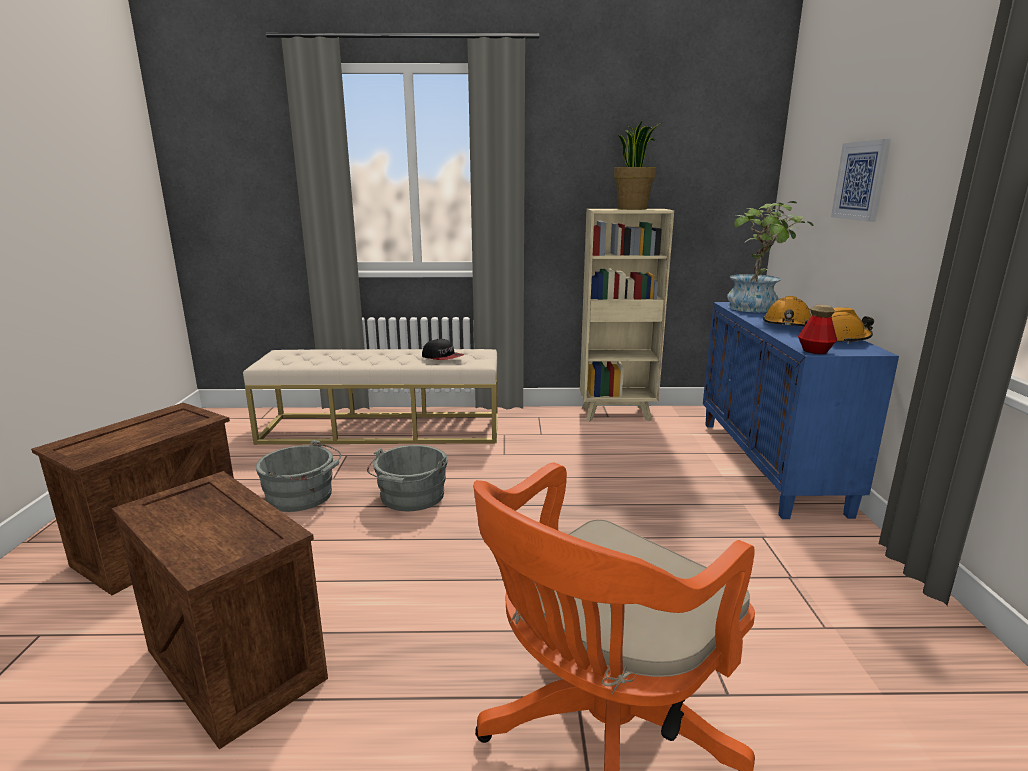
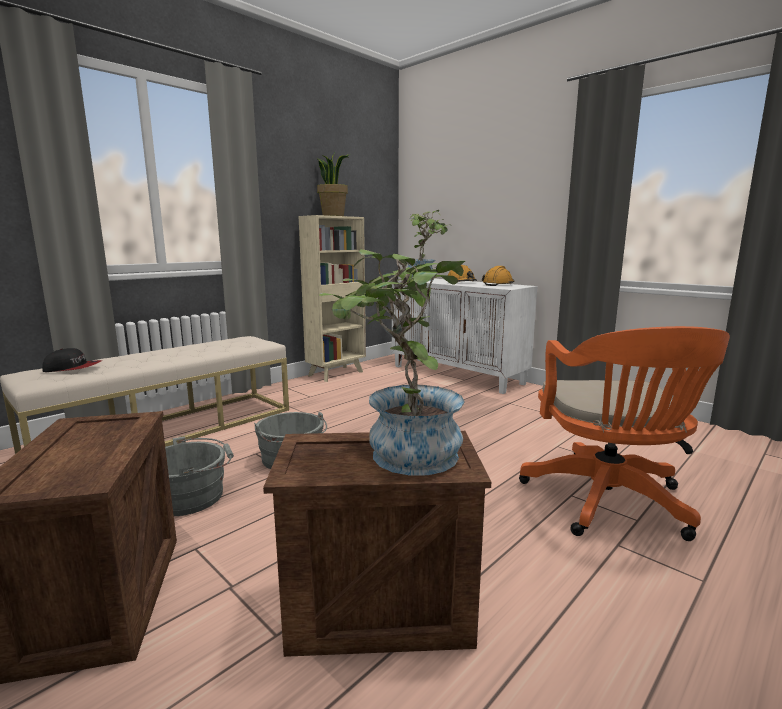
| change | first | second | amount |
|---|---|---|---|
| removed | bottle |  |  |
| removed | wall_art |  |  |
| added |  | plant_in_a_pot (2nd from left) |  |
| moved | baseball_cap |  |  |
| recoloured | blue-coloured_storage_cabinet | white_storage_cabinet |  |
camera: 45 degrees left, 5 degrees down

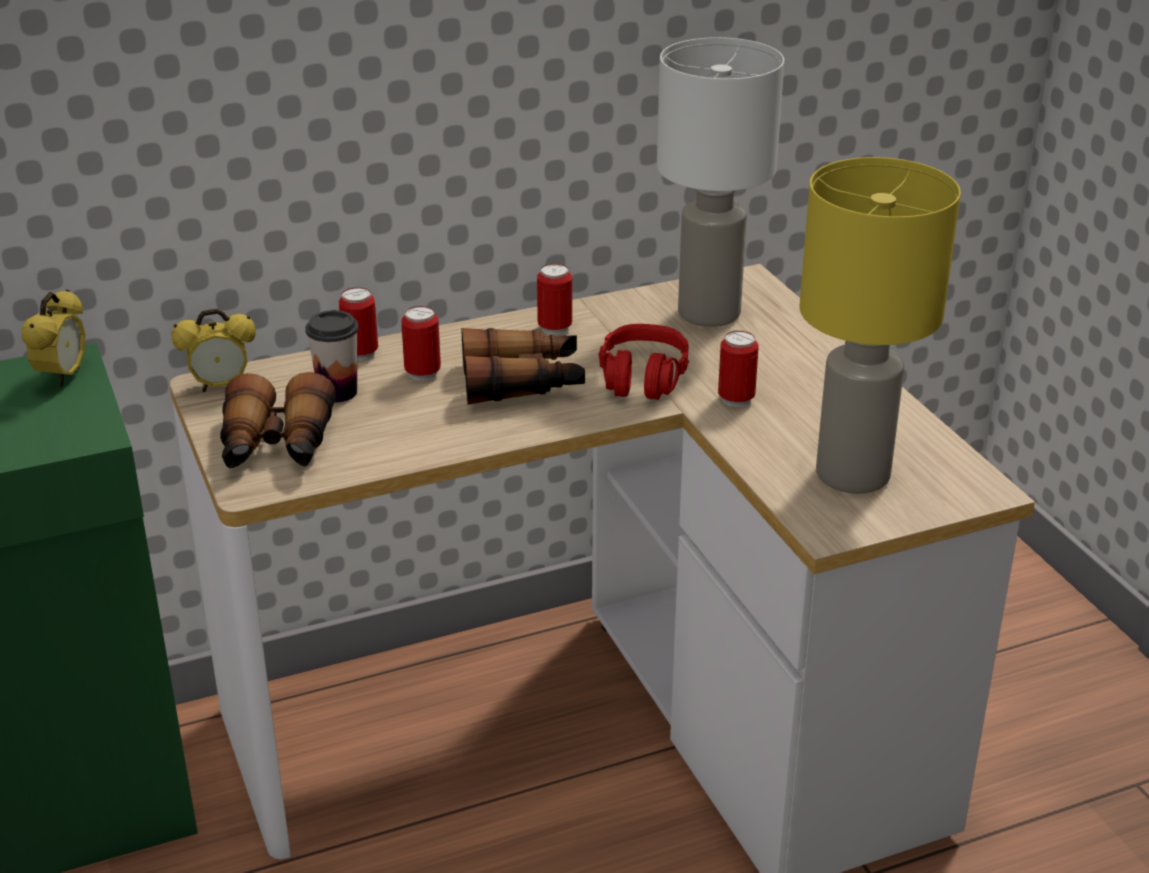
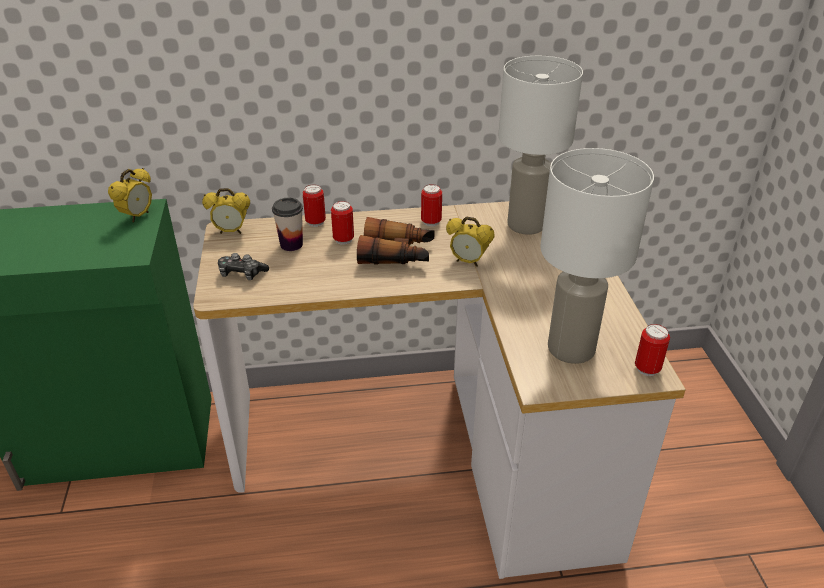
| change | first | second | amount |
|---|---|---|---|
| moved | metal_can (4th from left) |  |  |
| replaced | binoculars (1st from left) | game_controller |  |
| replaced | red_pair_of_headphones | bedside_clock (3rd from left) |  |
| recoloured | yellow-coloured_table_lamp | white_table_lamp (2nd from left) |  |
camera: 15 degrees right, 5 degrees up

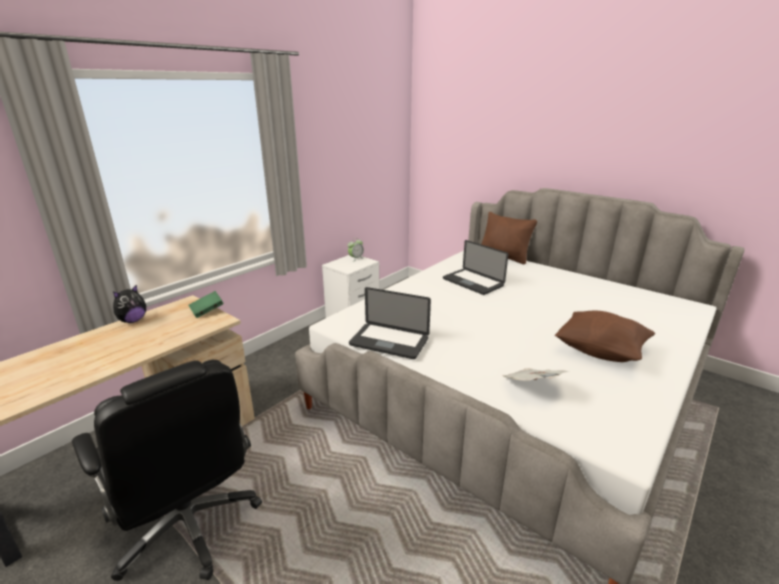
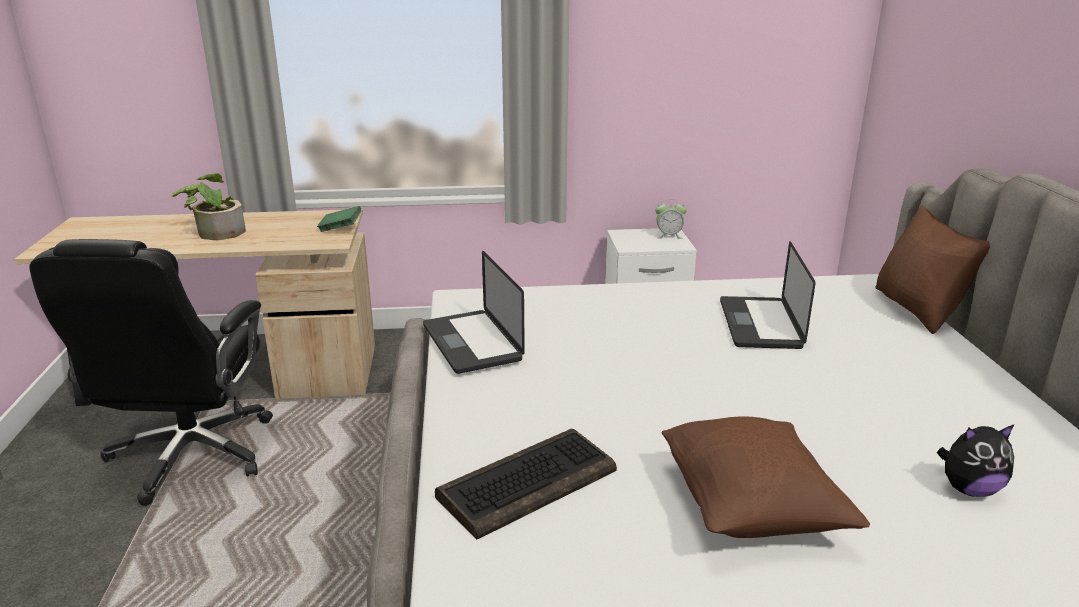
| change | first | second | amount |
|---|---|---|---|
| added |  | plant_in_a_pot |  |
| moved | cuddly_toy |  |  |
| replaced | daily_paper | computer_keyboard |  |
camera: 45 degrees right, 0 degrees up

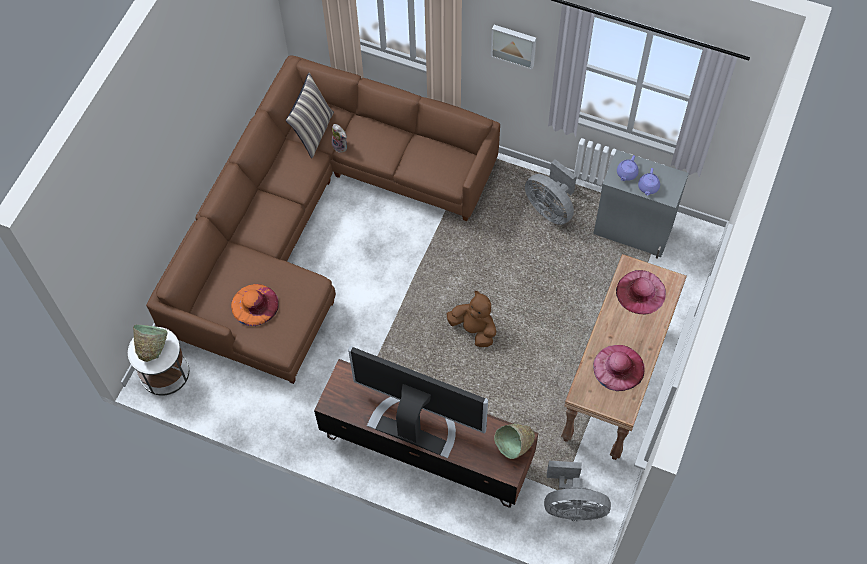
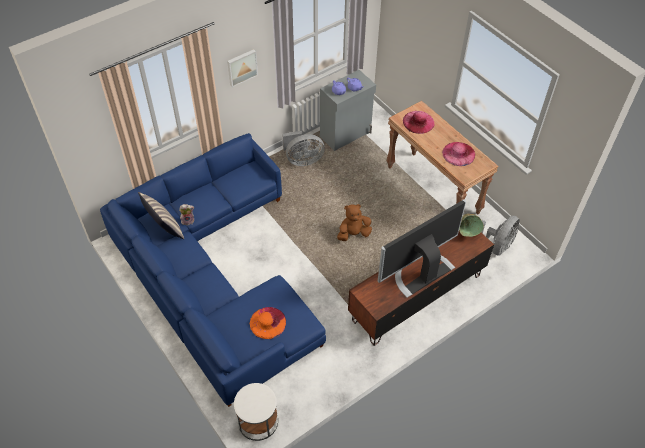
| change | first | second | amount |
|---|---|---|---|
| removed | green_bowl (1st from left) |  |  |
| recoloured | brown-coloured_settee | blue-coloured_settee |  |
camera: 60 degrees left, 10 degrees down

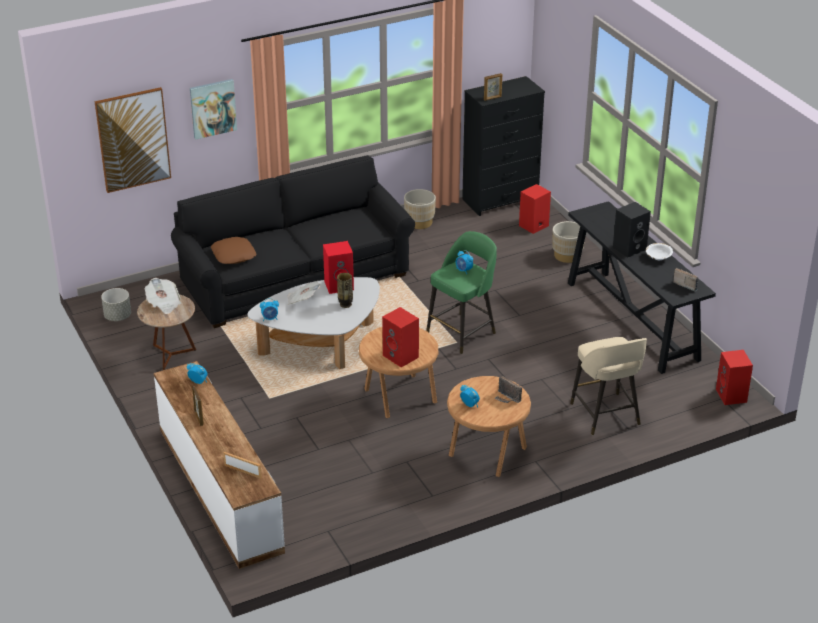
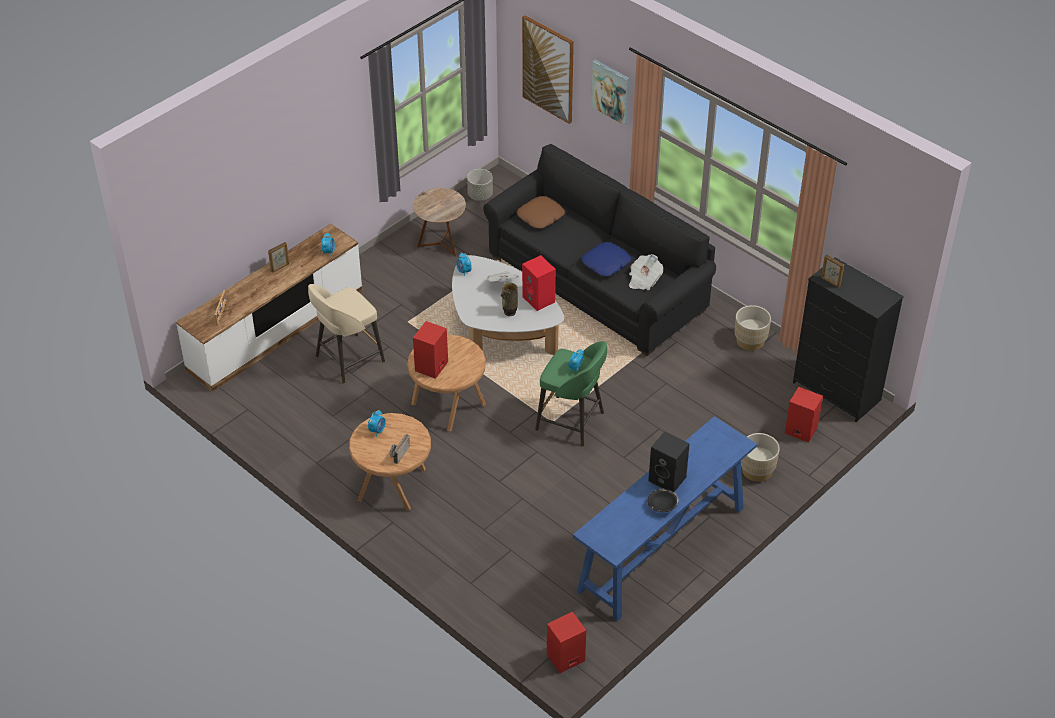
| change | first | second | amount |
|---|---|---|---|
| removed | radio (2nd from left) |  |  |
| added |  | blue-coloured_pillow |  |
| moved | daily_paper (1st from left in the first image) | daily_paper (2nd from left) |  |
| moved | beige-coloured_stool_seat |  |  |
| recoloured | black_hall_table | blue-coloured_hall_table |  |
| recoloured | white_bowl | black_bowl |  |
camera: 70 degrees right, 10 degrees up

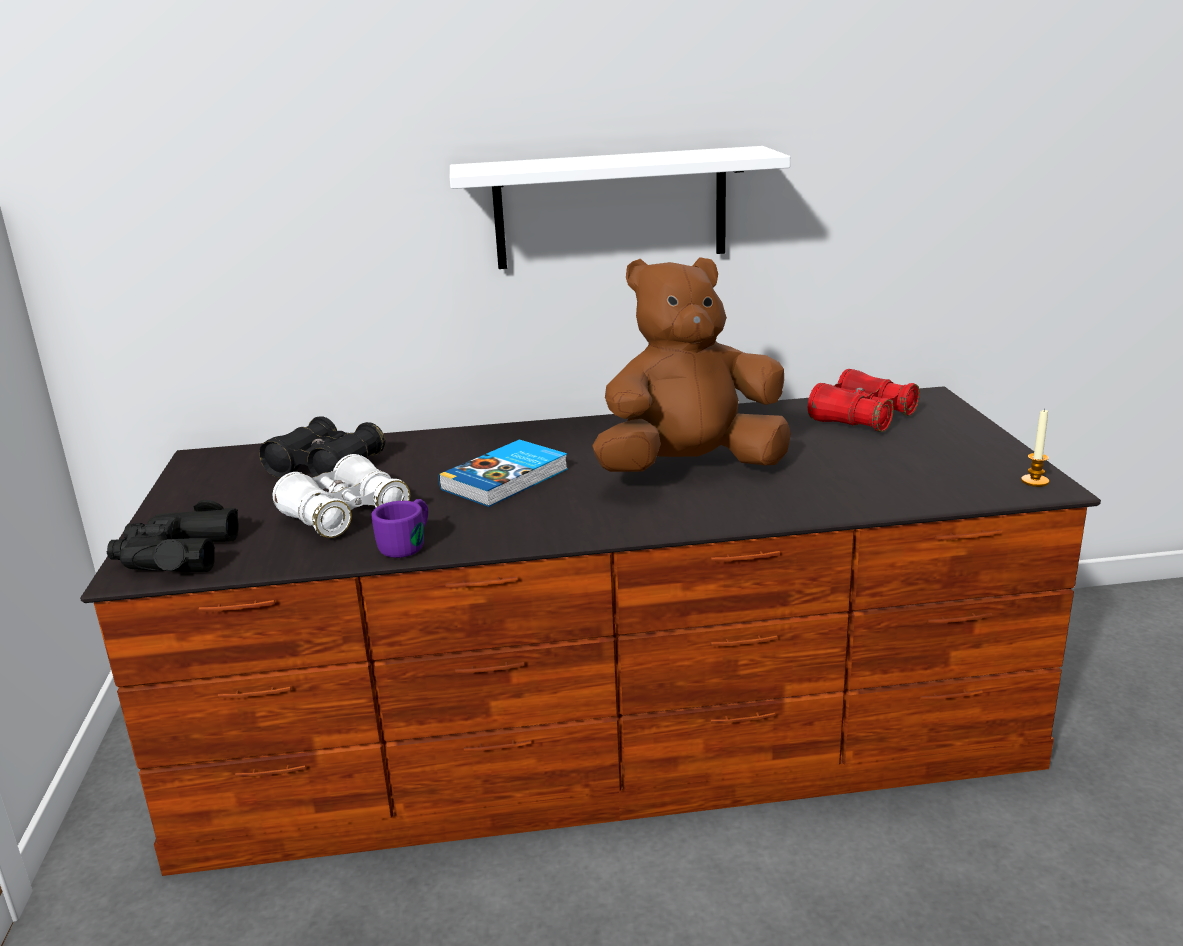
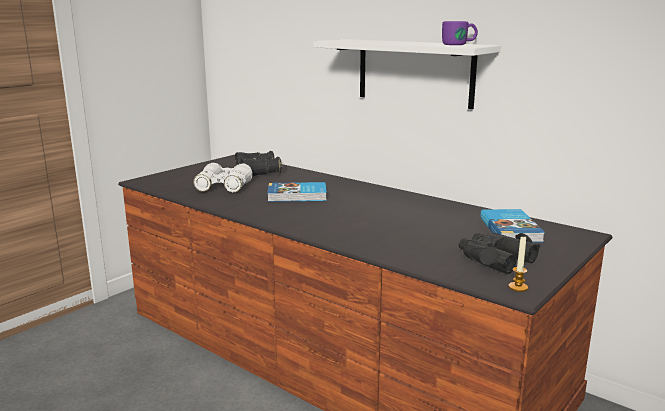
| change | first | second | amount |
|---|---|---|---|
| removed | brown-coloured_cuddly_toy |  |  |
| moved | black_binoculars (1st from left in the first image) | black_binoculars (2nd from left) |  |
| moved | purple_tea_mug |  |  |
| replaced | red_binoculars | volume (2nd from left) |  |
camera: 45 degrees right, 5 degrees down

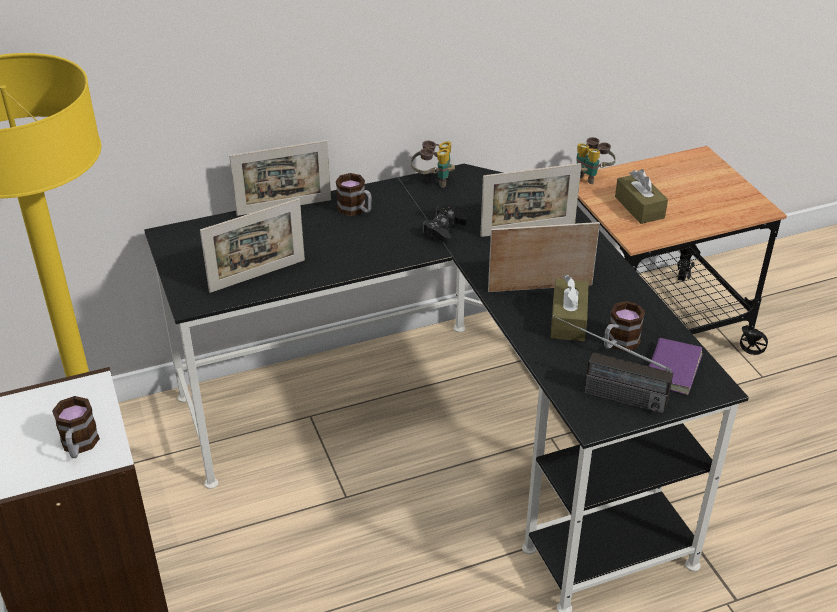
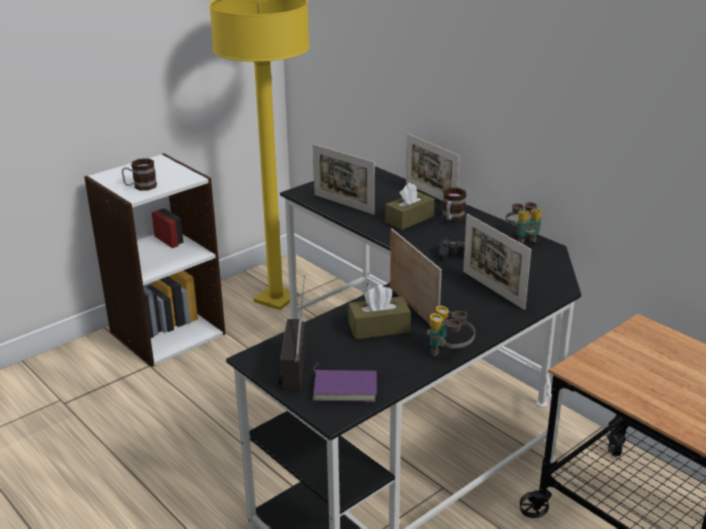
| change | first | second | amount |
|---|---|---|---|
| removed | tea_mug (3rd from left) |  |  |
| moved | binoculars (2nd from left in the first image) | binoculars (1st from left) |  |
| moved | brown-coloured_tissue_box (2nd from left) |  |  |
camera: 70 degrees right, 10 degrees down

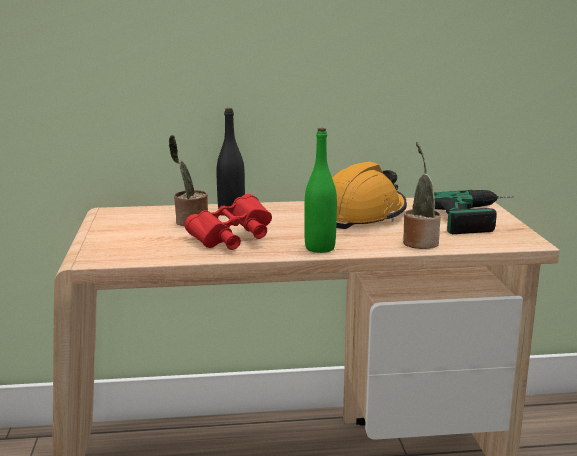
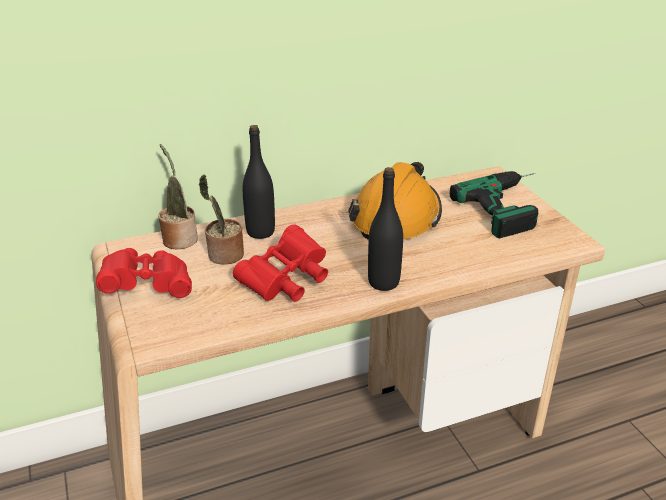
| change | first | second | amount |
|---|---|---|---|
| added |  | red_binoculars (1st from left) |  |
| moved | plant_in_a_pot (2nd from left in the first image) | plant_in_a_pot (1st from left) |  |
| recoloured | green_bottle | black_bottle (2nd from left) |  |
camera: 15 degrees left, 15 degrees up

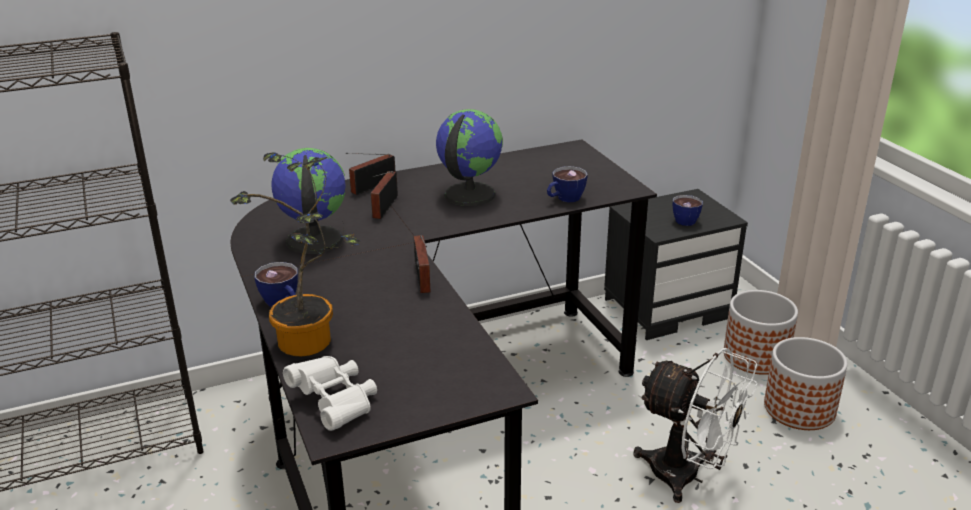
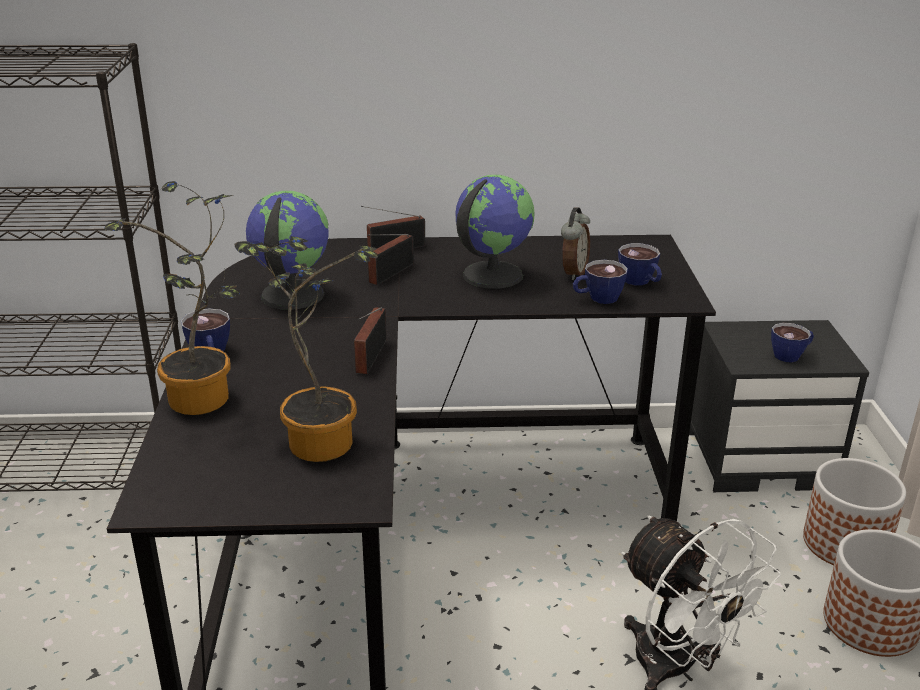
| change | first | second | amount |
|---|---|---|---|
| removed | white_binoculars |  |  |
| added |  | plant_in_a_pot (2nd from left) |  |
| added |  | bedside_clock |  |
| added |  | cup (3rd from left) |  |
camera: 20 degrees right, 0 degrees up

